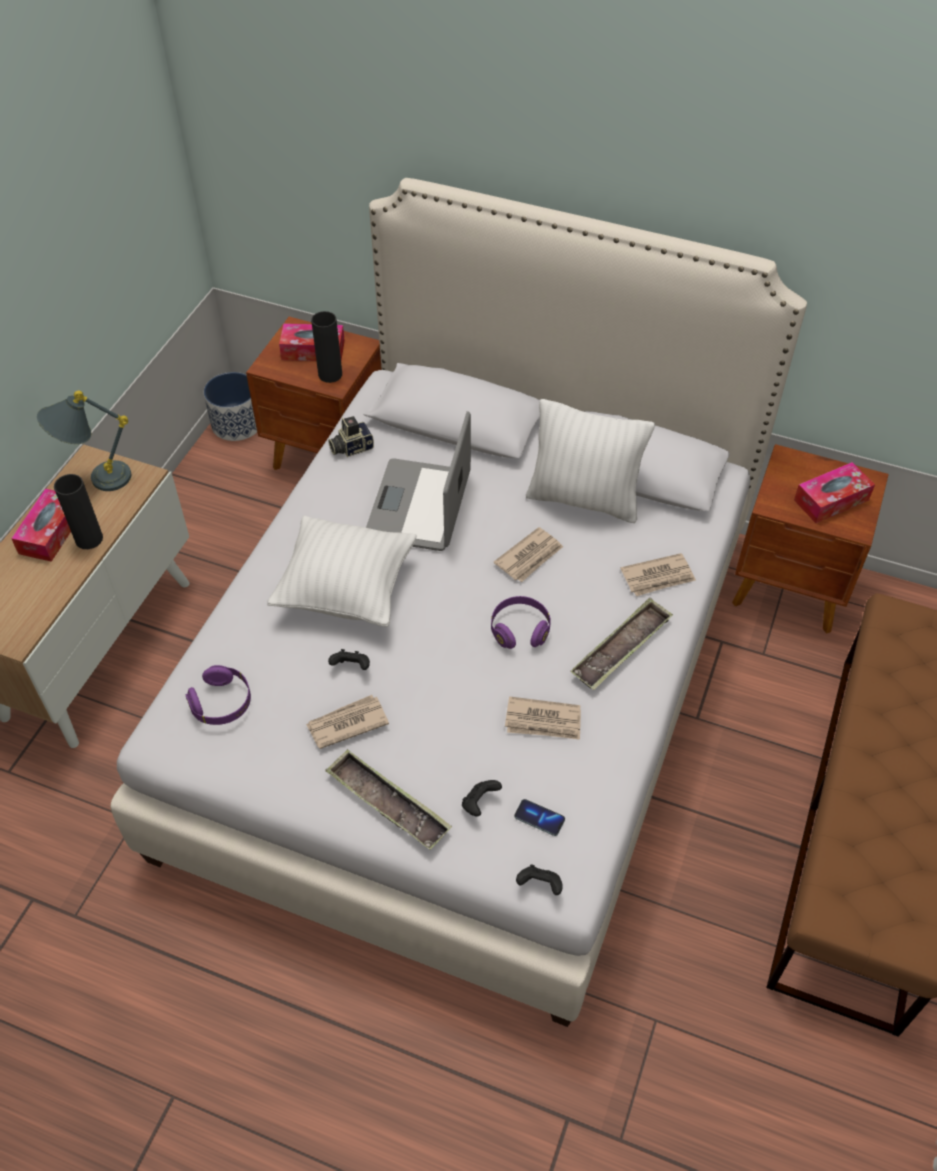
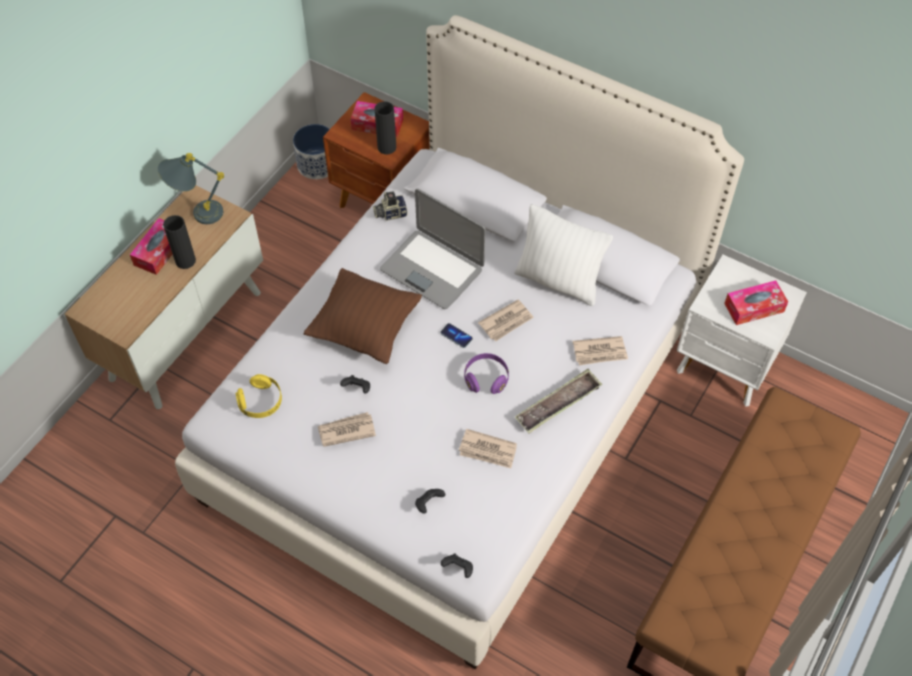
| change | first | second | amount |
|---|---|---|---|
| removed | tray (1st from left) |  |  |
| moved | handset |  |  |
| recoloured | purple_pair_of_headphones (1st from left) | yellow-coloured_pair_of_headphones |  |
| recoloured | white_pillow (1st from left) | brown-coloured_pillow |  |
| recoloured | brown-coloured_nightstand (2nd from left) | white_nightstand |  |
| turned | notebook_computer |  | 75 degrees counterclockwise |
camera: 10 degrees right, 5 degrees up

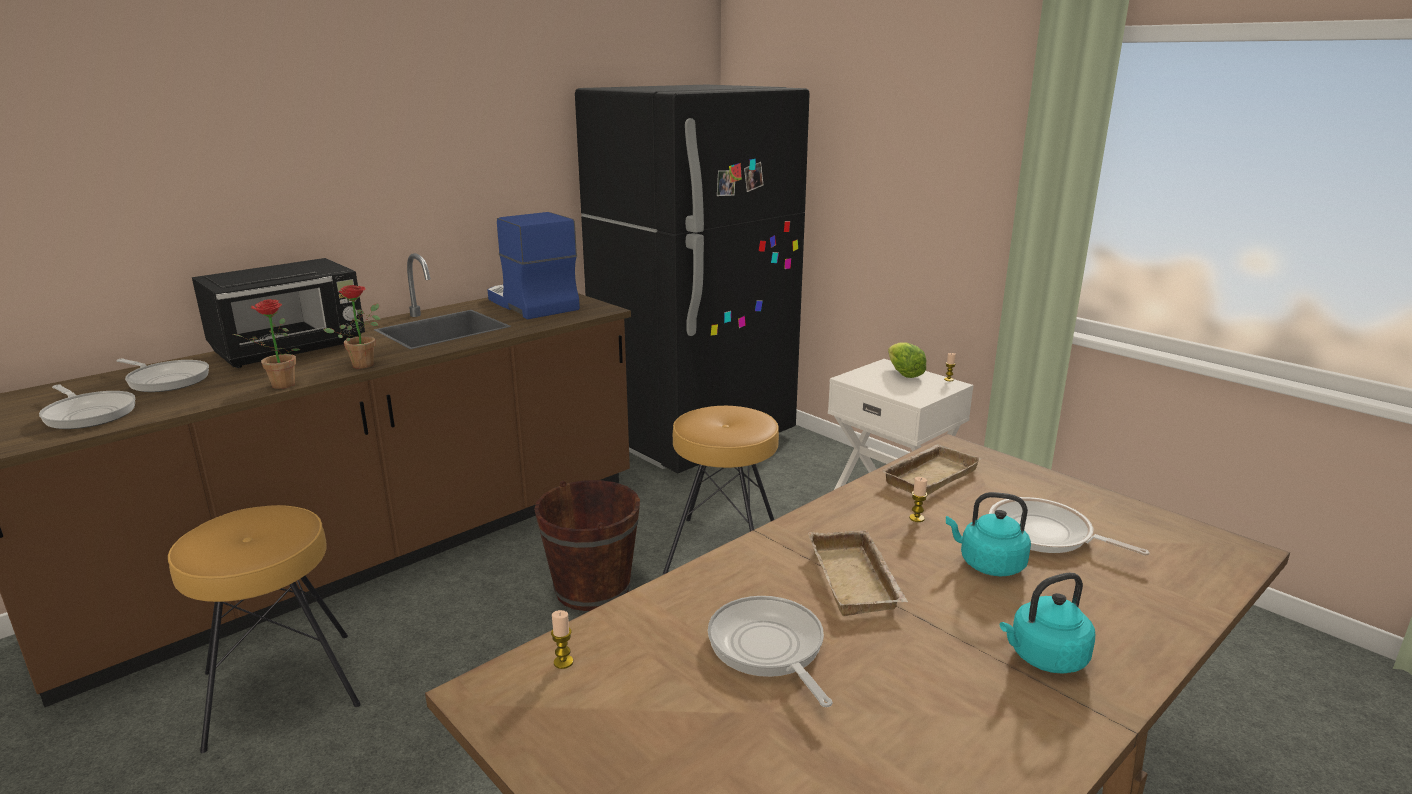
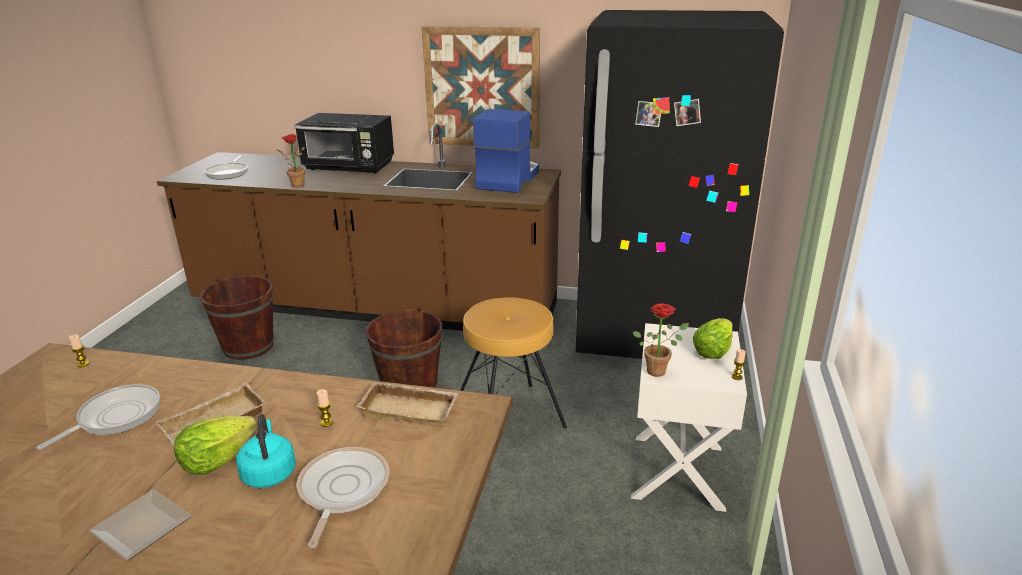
| change | first | second | amount |
|---|---|---|---|
| removed | frying_pan (2nd from left) |  |  |
| added |  | lettuce_head (1st from left) |  |
| added |  | wall_art |  |
| moved | plant_in_a_pot (2nd from left) |  |  |
| replaced | brown-coloured_stool_seat (1st from left) | brown-coloured_pail (1st from left) |  |
| replaced | turquoise_kettle (2nd from left) | flat_dish |  |
camera: 55 degrees right, 5 degrees up

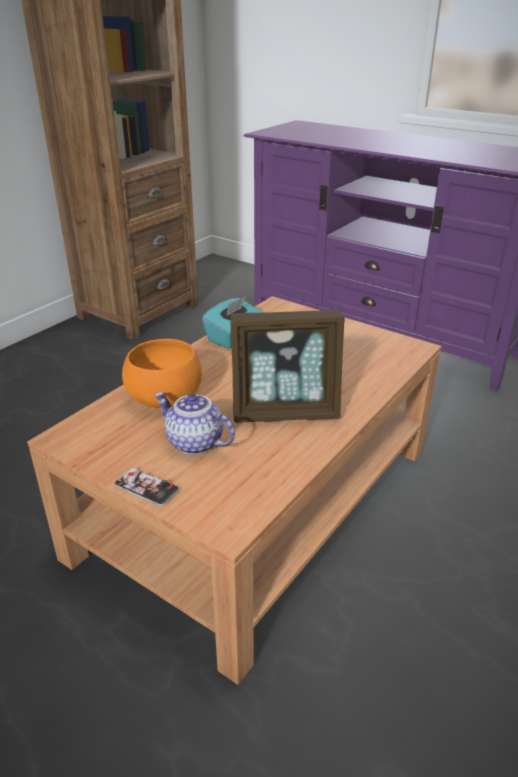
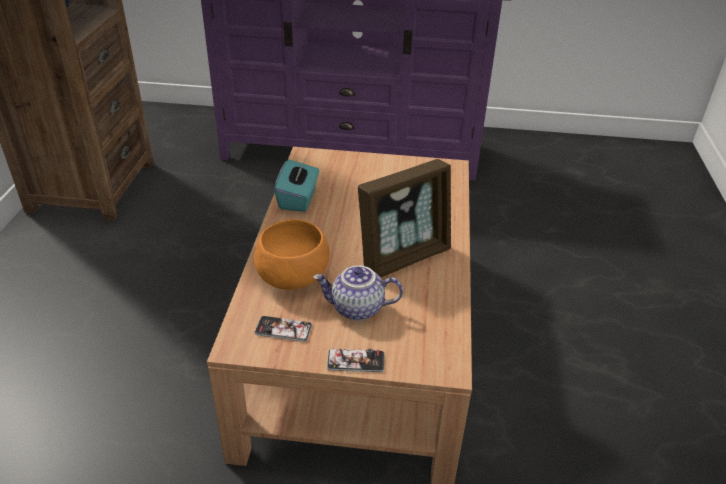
| change | first | second | amount |
|---|---|---|---|
| added |  | handset (1st from left) |  |
camera: 30 degrees left, 5 degrees up

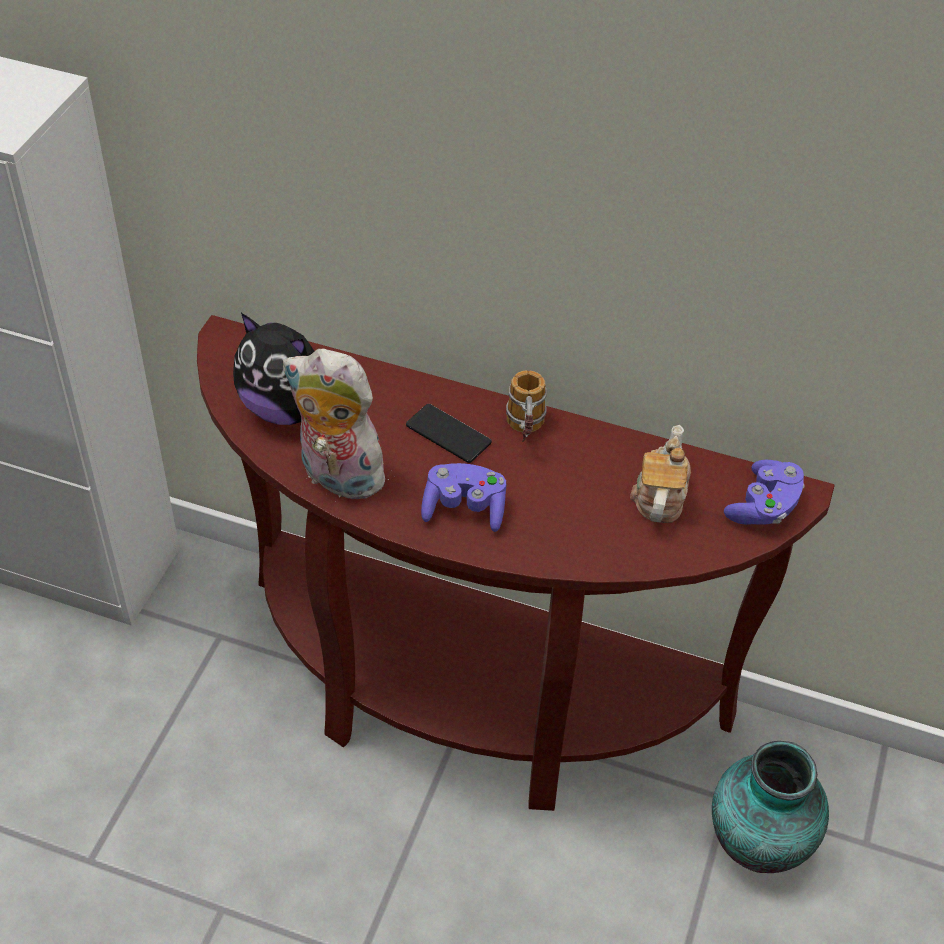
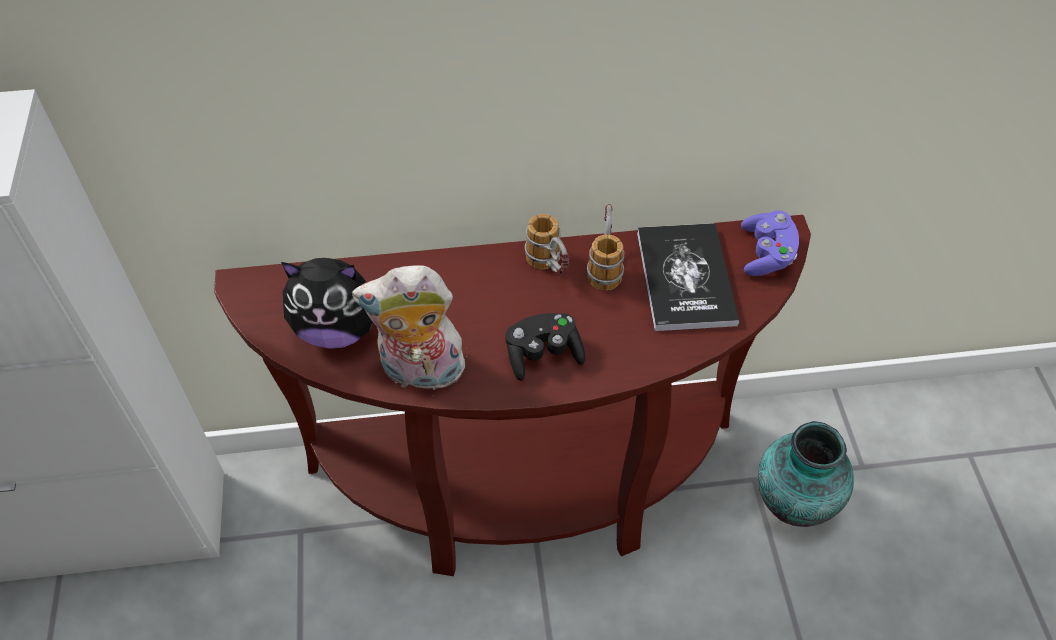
| change | first | second | amount |
|---|---|---|---|
| removed | handset |  |  |
| added |  | tea_mug (2nd from left) |  |
| replaced | tea_pot | volume |  |
| recoloured | purple_game_controller (1st from left) | black_game_controller |  |
camera: 25 degrees left, 5 degrees up

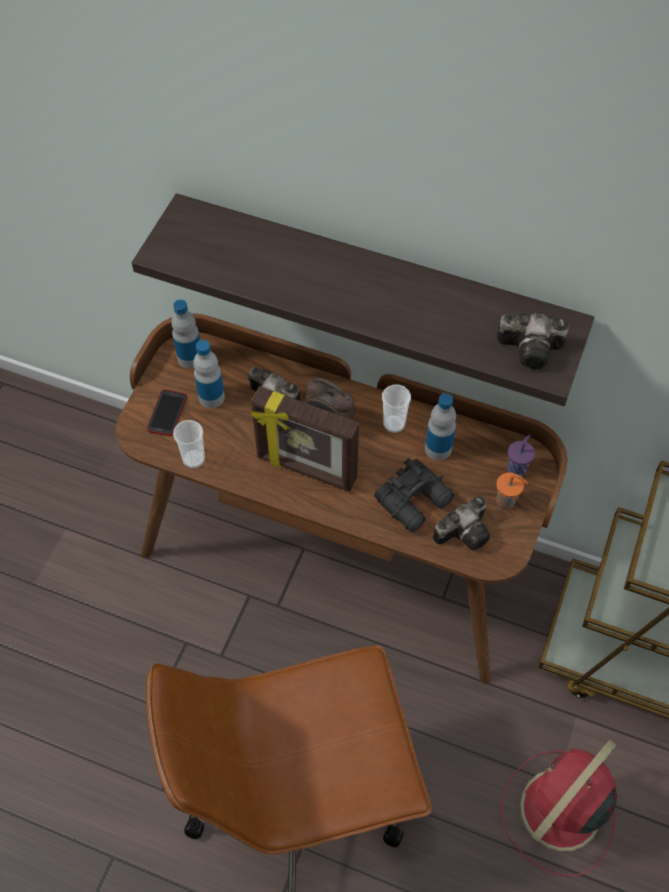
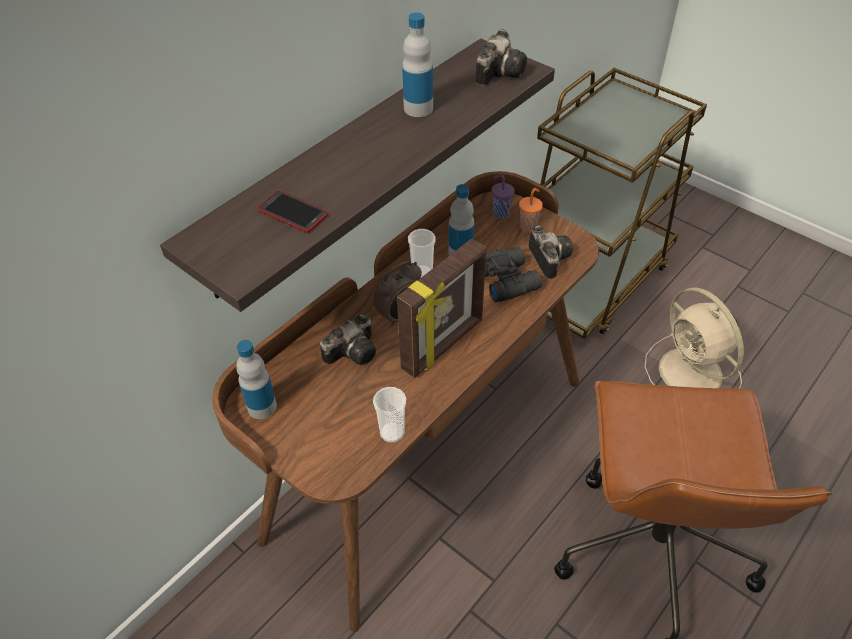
| change | first | second | amount |
|---|---|---|---|
| moved | handset |  |  |
| moved | bottle (2nd from left) |  |  |
| recoloured | red_fan | beige-coloured_fan |  |
camera: 70 degrees left, 10 degrees down

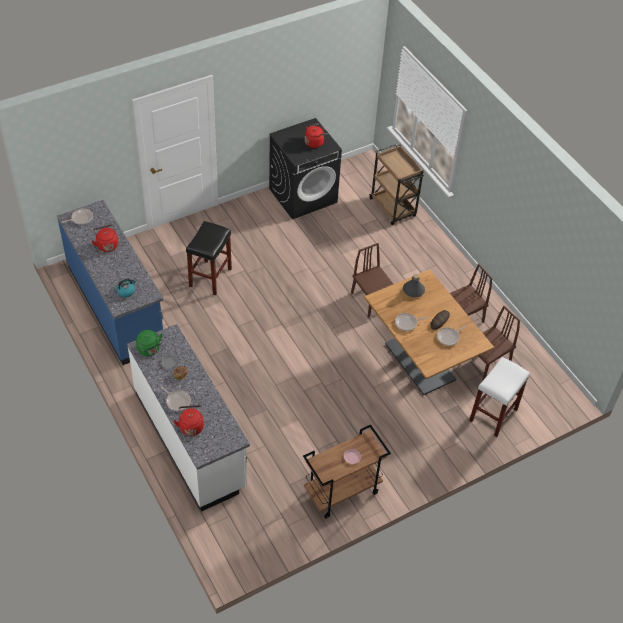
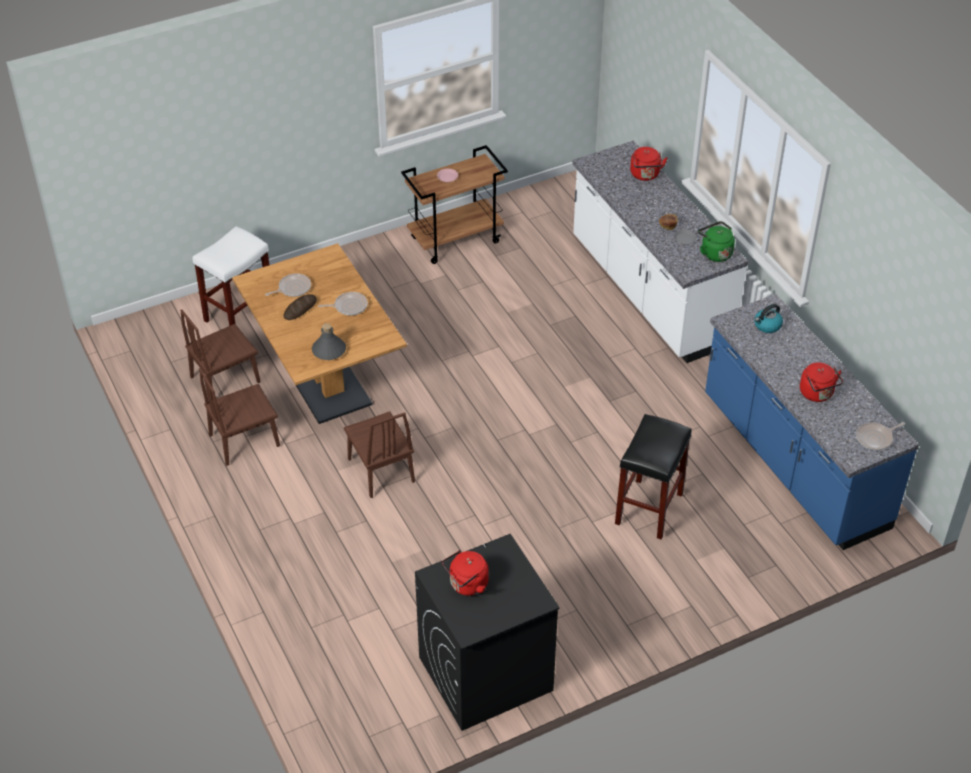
| change | first | second | amount |
|---|---|---|---|
| removed | frying_pan (2nd from left) |  |  |
| removed | brown-coloured_trolley (2nd from left) |  |  |
camera: 175 degrees left, 5 degrees down

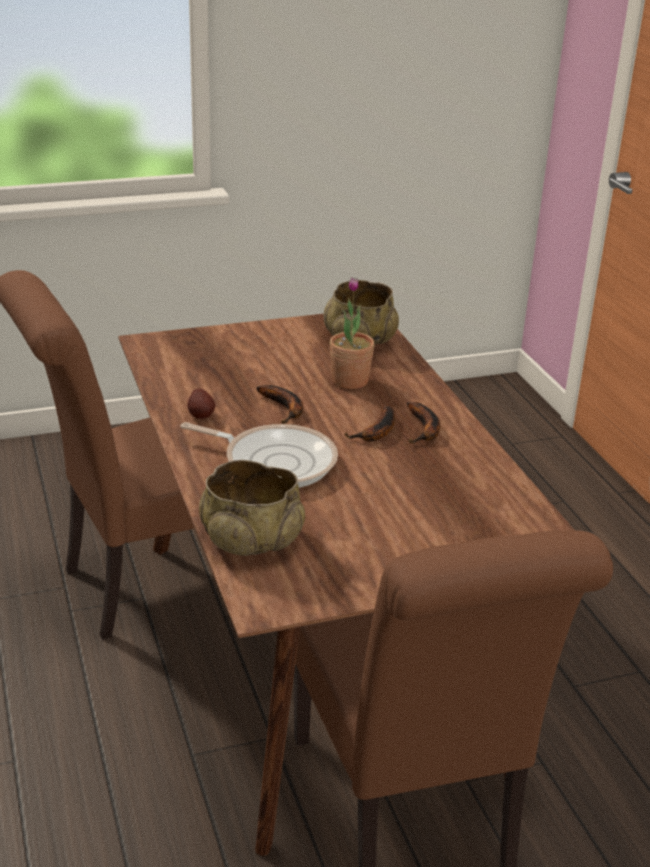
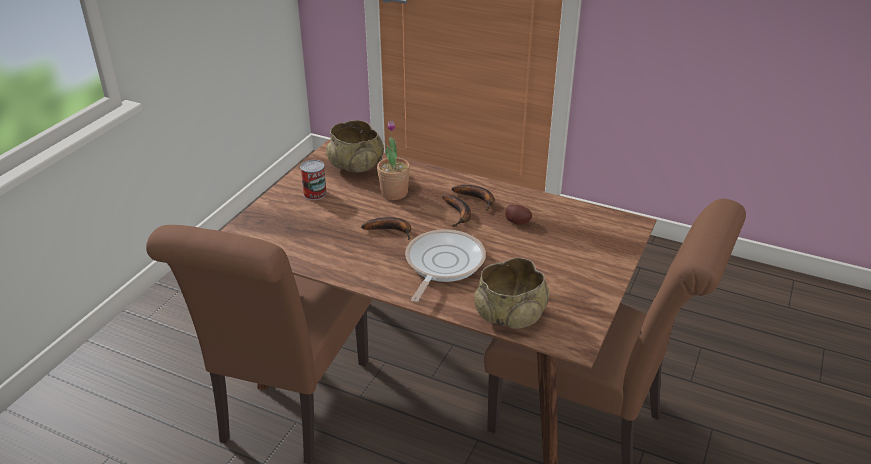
| change | first | second | amount |
|---|---|---|---|
| added |  | metal_can |  |
| moved | spud |  |  |
| turned | frying_pan |  | 45 degrees counterclockwise |
camera: 45 degrees left, 5 degrees up

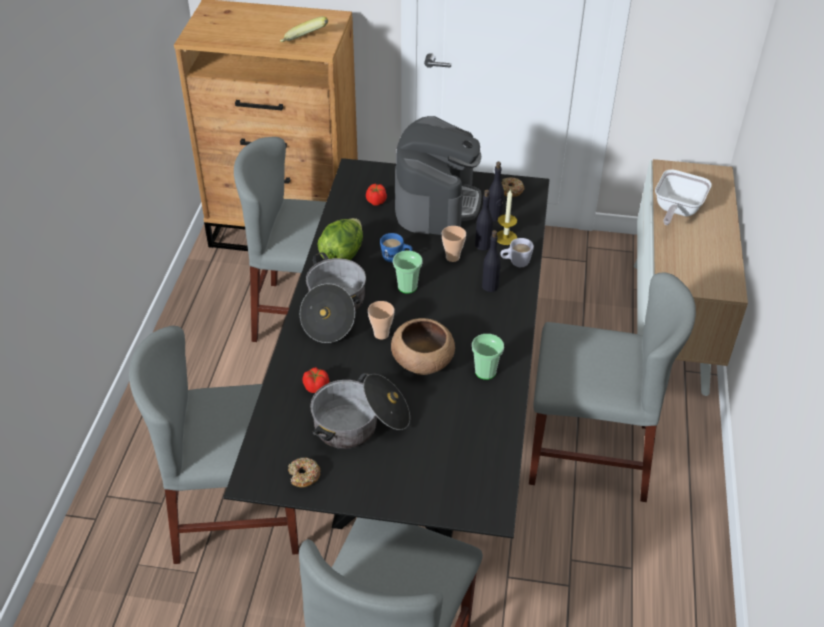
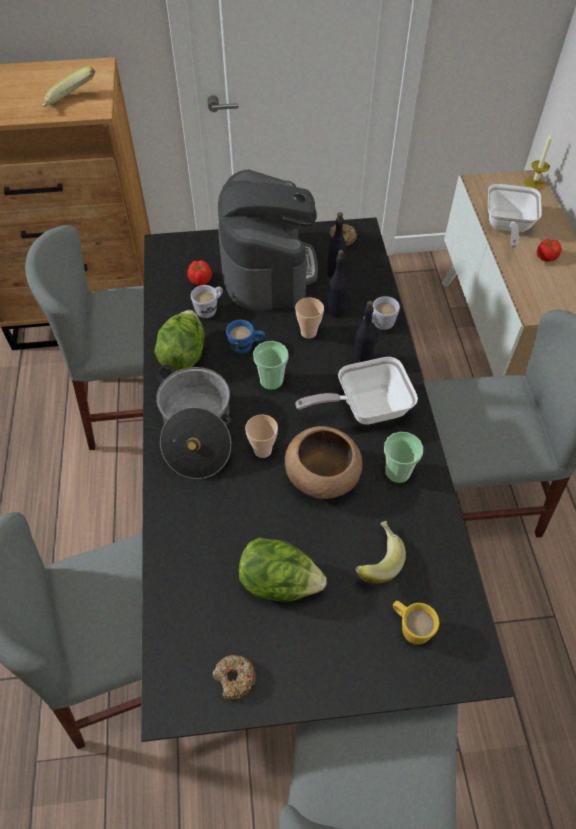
| change | first | second | amount |
|---|---|---|---|
| added |  | white_tea_mug (1st from left) |  |
| added |  | frying_pan (1st from left) |  |
| added |  | whole_banana (2nd from left) |  |
| added |  | yellow-coloured_tea_mug |  |
| moved | whole_tomato (1st from left in the first image) | whole_tomato (2nd from left) |  |
| moved | candle |  |  |
| replaced | cooking_pot (2nd from left) | lettuce_head (2nd from left) |  |
camera: 15 degrees left, 10 degrees up

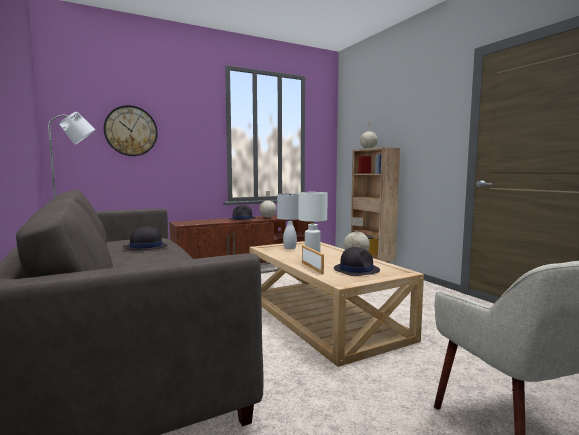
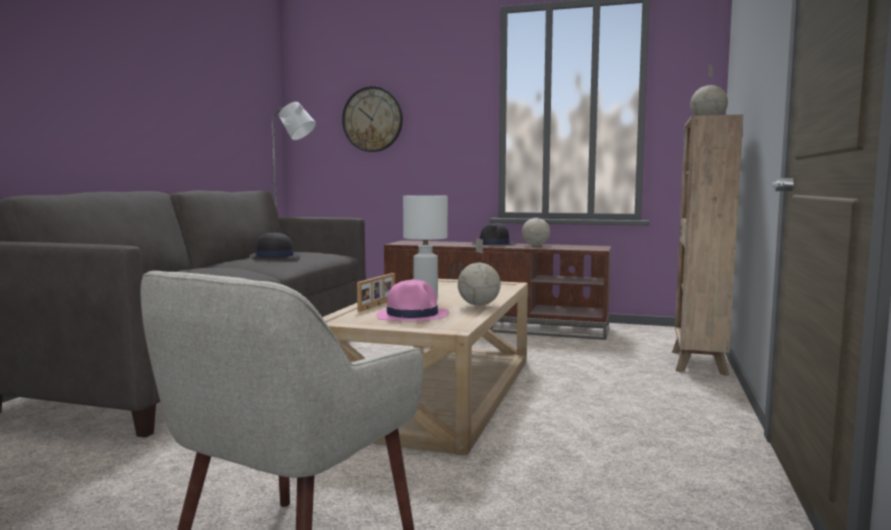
| change | first | second | amount |
|---|---|---|---|
| removed | white_table_lamp (1st from left) |  |  |
| recoloured | black_wearable_hat (3rd from left) | pinkish_wearable_hat |  |
camera: 45 degrees right, 0 degrees up

